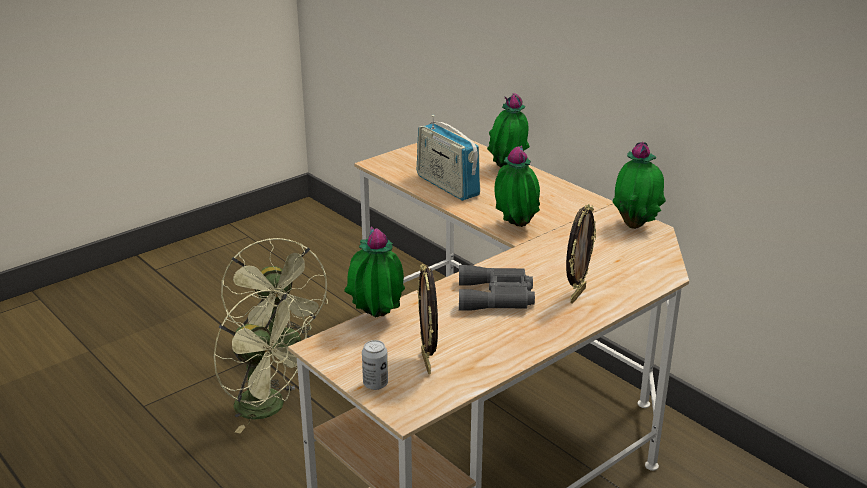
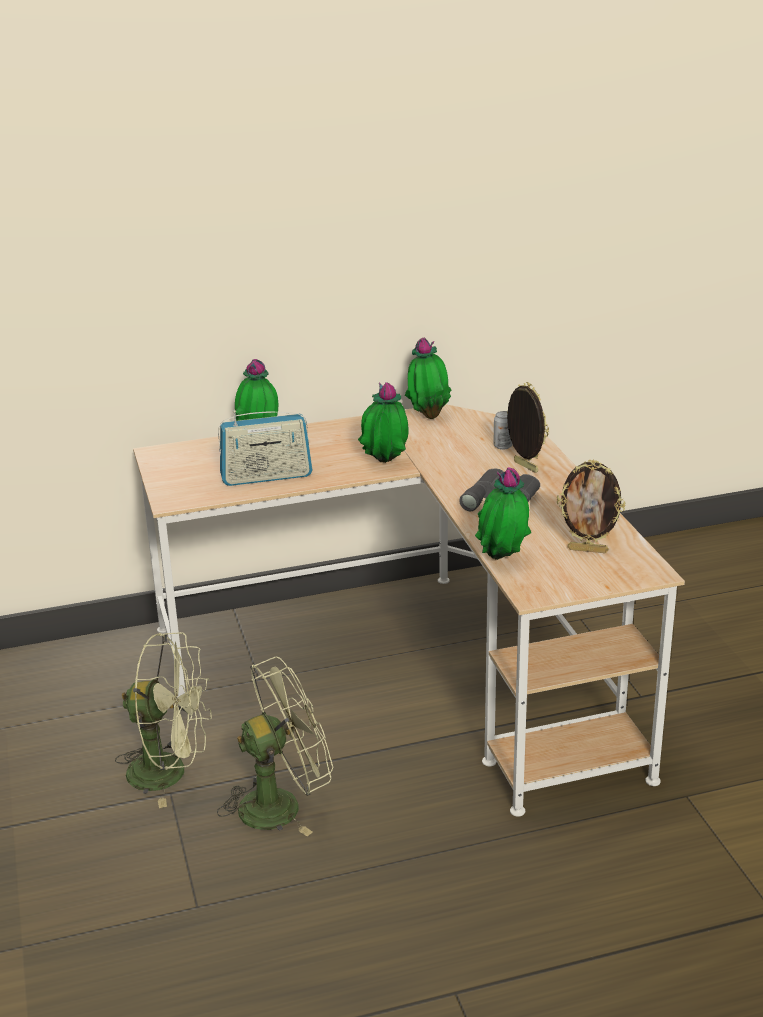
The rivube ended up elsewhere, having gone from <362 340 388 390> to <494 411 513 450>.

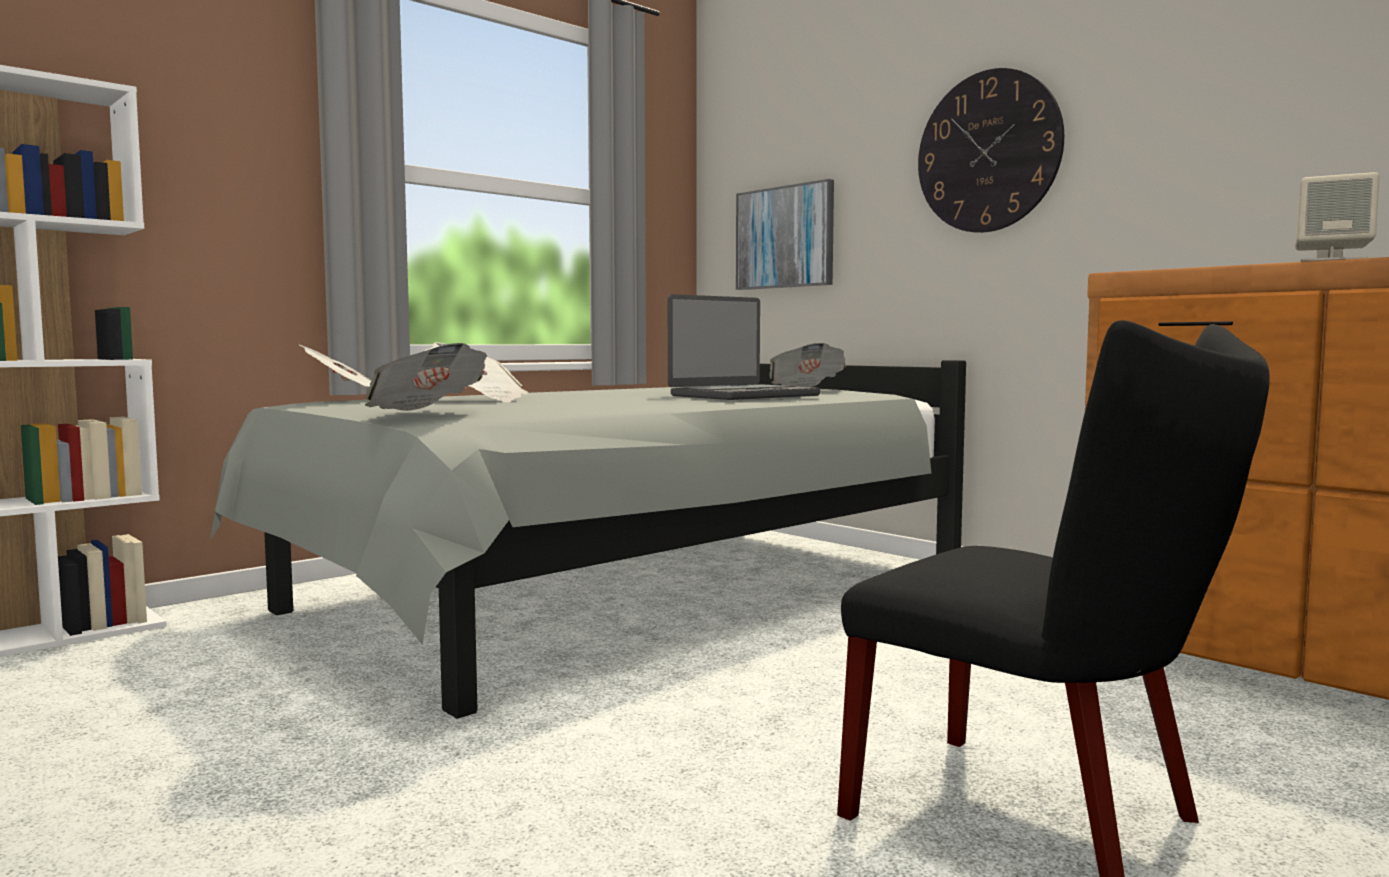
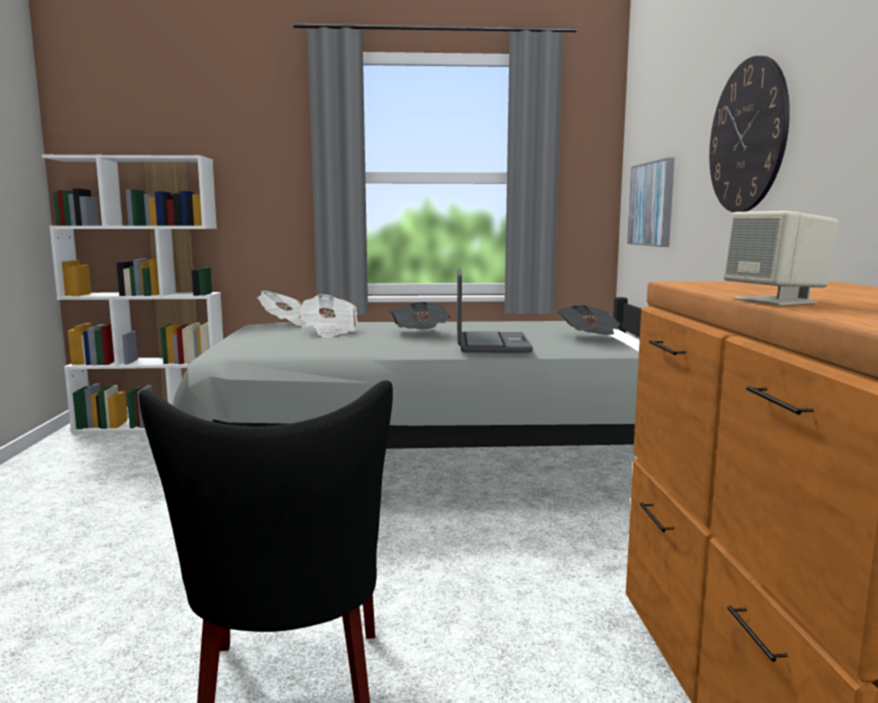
The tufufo ended up elsewhere, having gone from <365 343 487 411> to <389 302 450 329>. The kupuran at <668 294 820 400> ended up facing another way, 90 degrees counterclockwise from before.

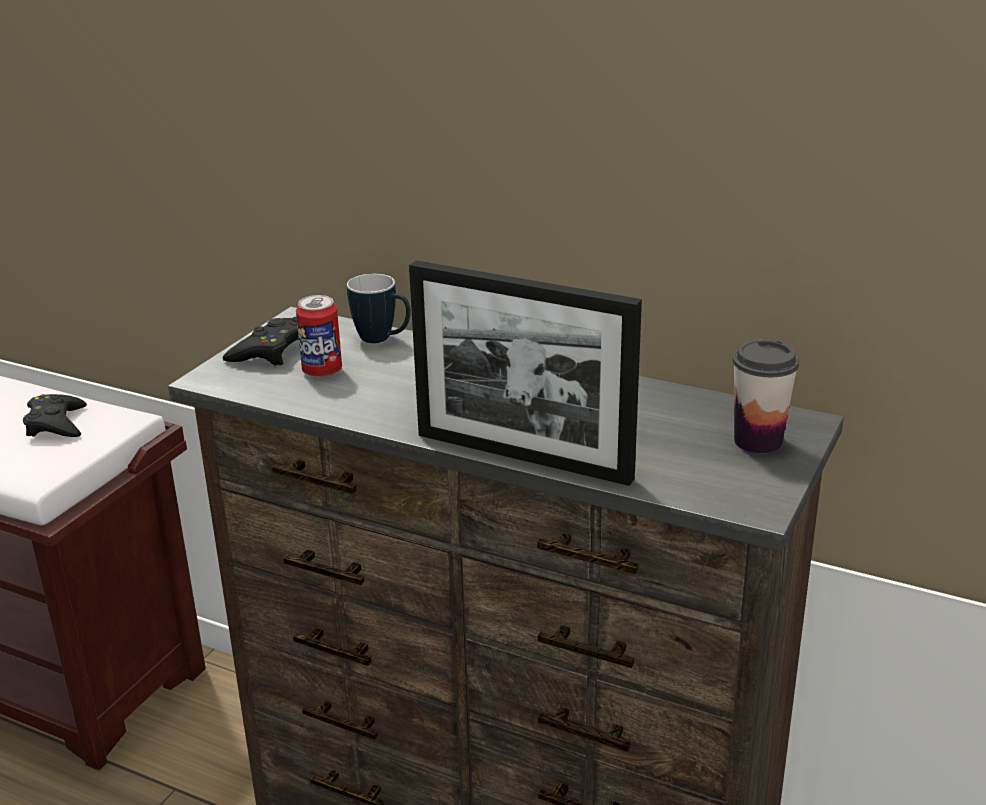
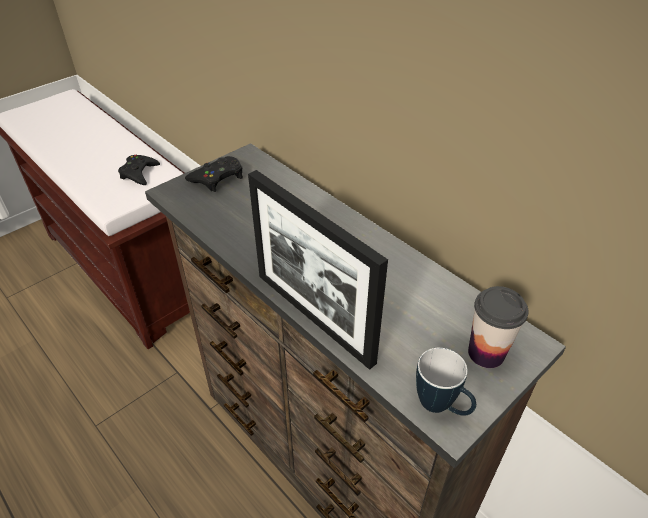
The second view lost the rivube at <296 295 342 378>. The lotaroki ended up elsewhere, having gone from <347 274 411 343> to <416 348 476 416>.

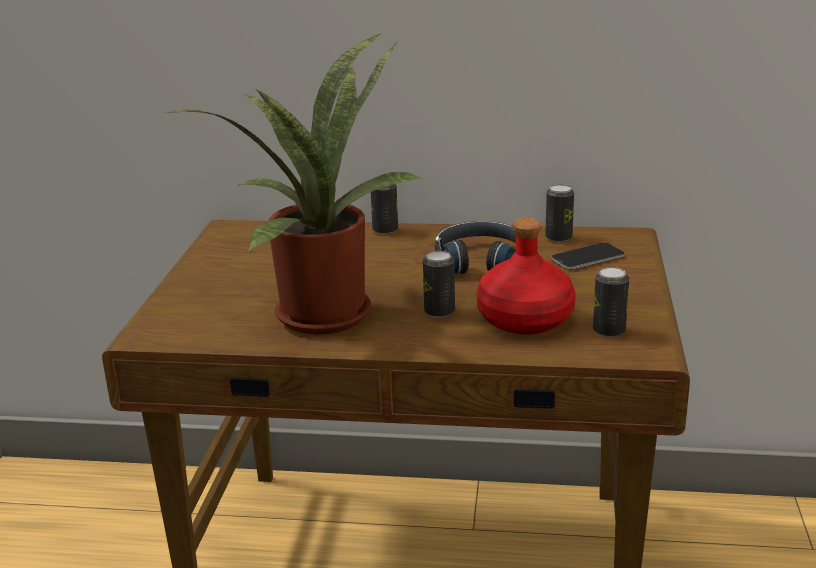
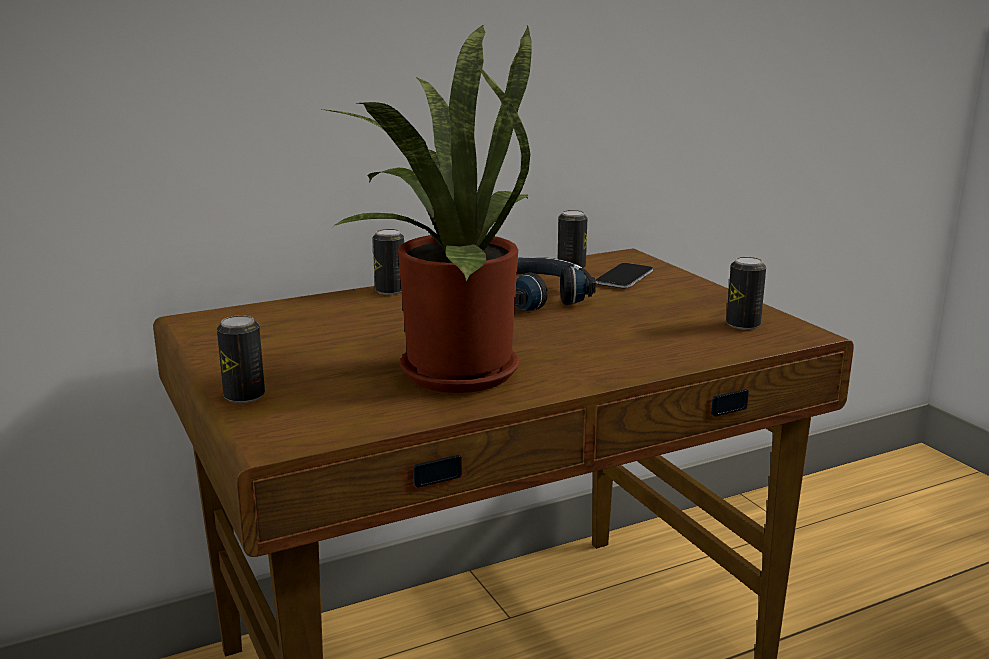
The second view lost the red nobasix at <476 218 576 335>. The rivube ended up elsewhere, having gone from <423 251 455 318> to <217 315 265 403>.

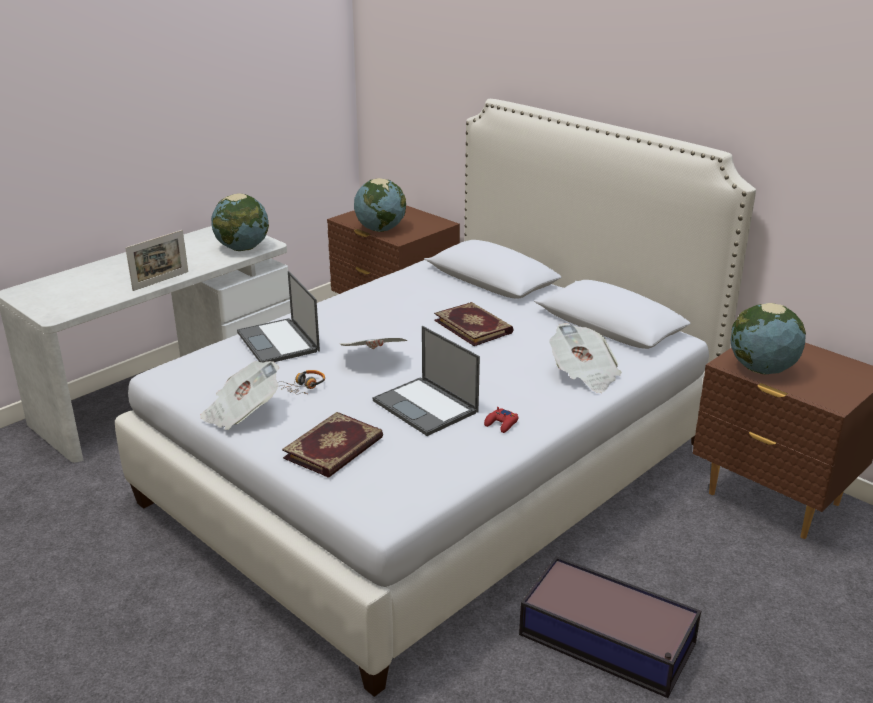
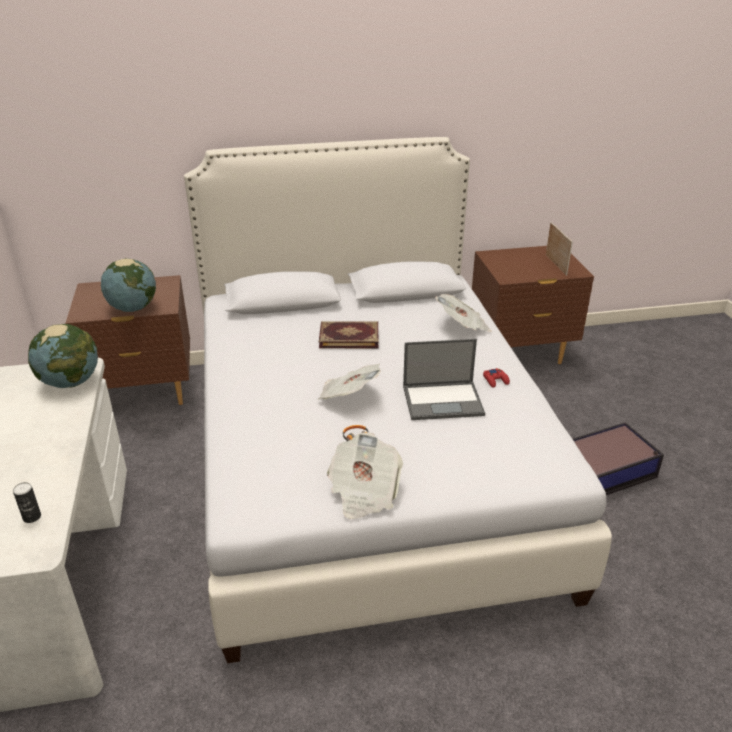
The second view lost the kupuran at <237 271 320 363>. The second view lost the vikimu at <282 412 383 478>. The second view lost the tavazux at <731 303 806 375>. The second view gained the rivube at <13 482 41 523>. The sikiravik ended up elsewhere, having gone from <125 230 188 291> to <546 222 573 276>.

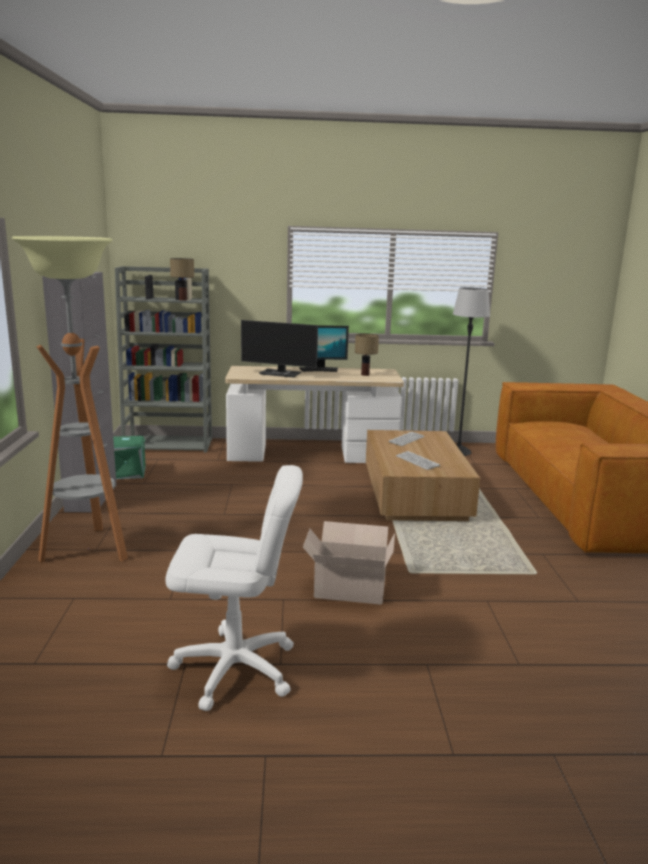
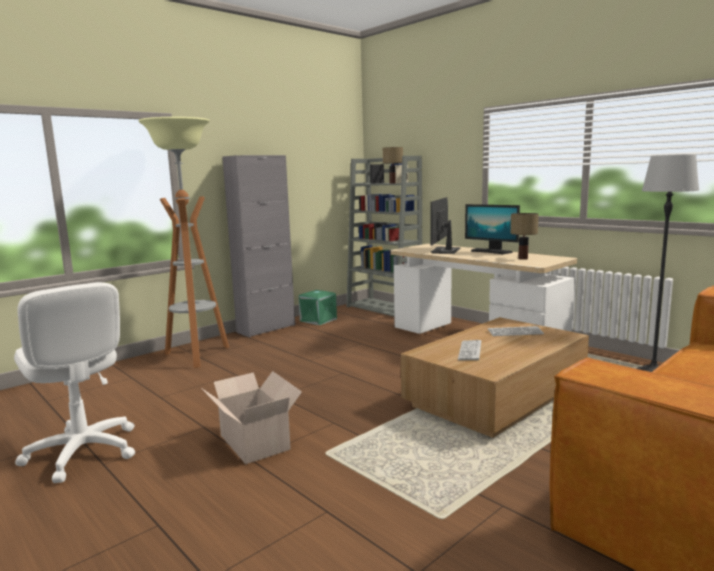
The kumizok at <241 320 318 378> ended up facing another way, 45 degrees clockwise from before.

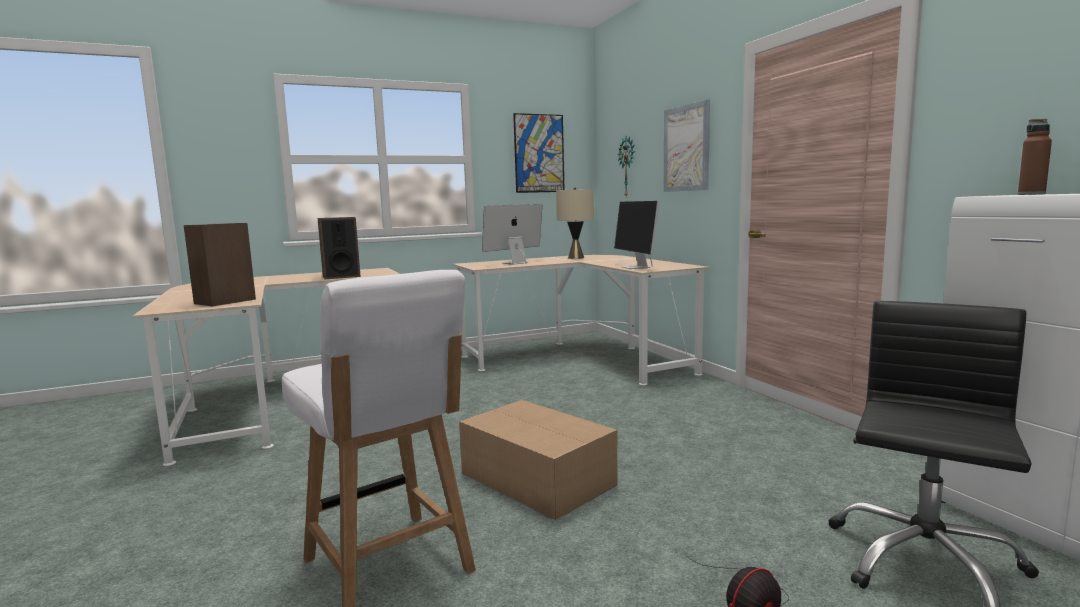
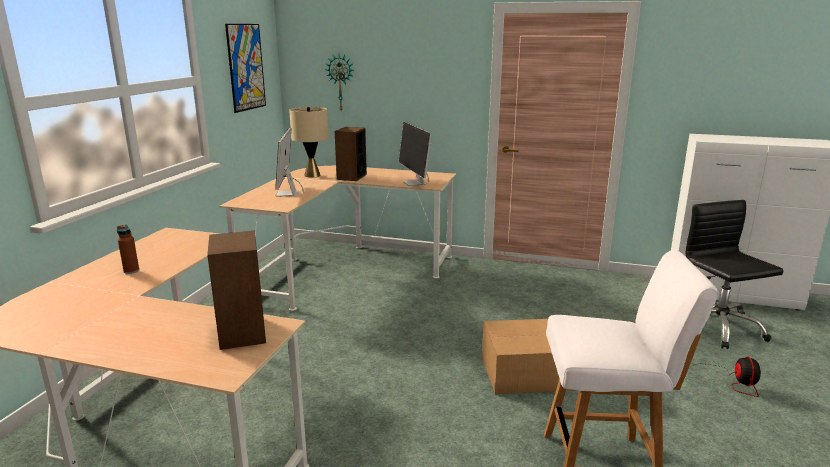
The second view lost the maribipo at <664 99 710 192>. The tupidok ended up elsewhere, having gone from <318 217 361 279> to <335 127 367 181>. The brown nobasix ended up elsewhere, having gone from <1018 119 1052 195> to <117 225 139 274>. The kumizok at <614 201 660 269> ended up facing another way, 45 degrees clockwise from before.

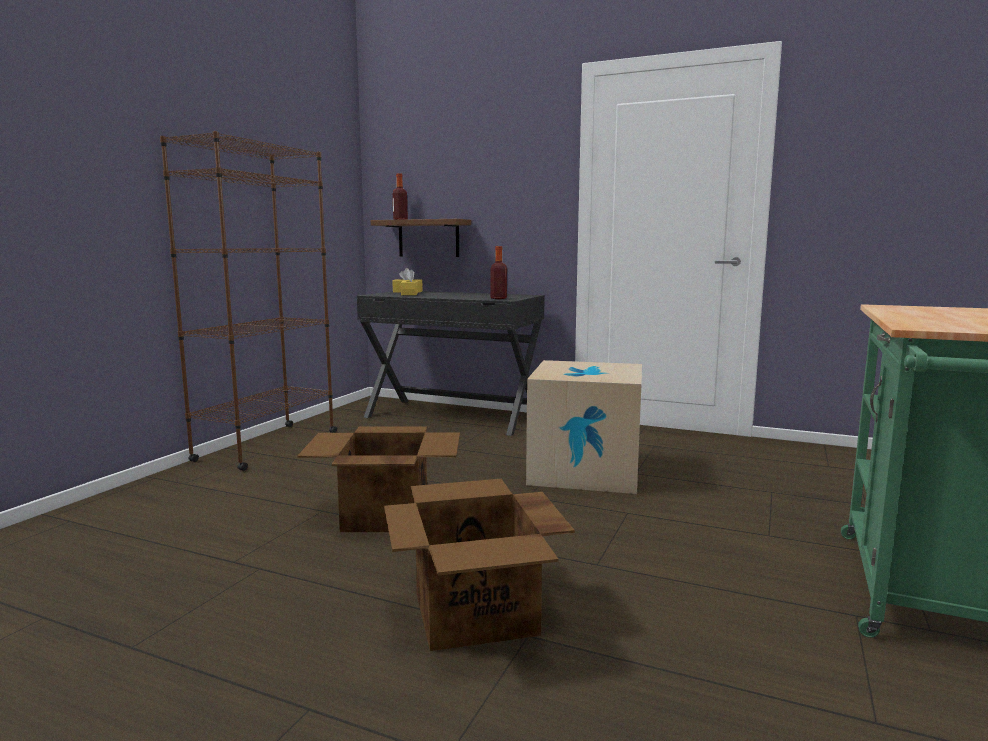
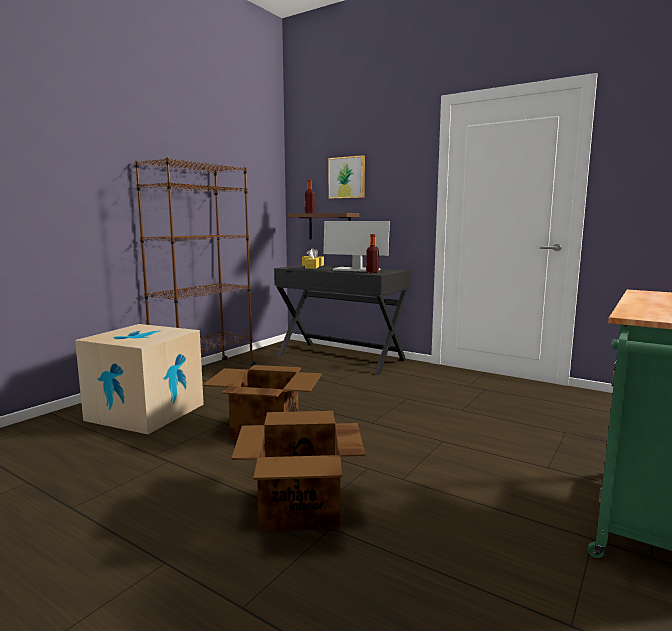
The second view gained the kumizok at <323 221 390 272>. The second view gained the maribipo at <329 155 365 199>. The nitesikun ended up elsewhere, having gone from <526 360 642 494> to <75 324 204 434>.

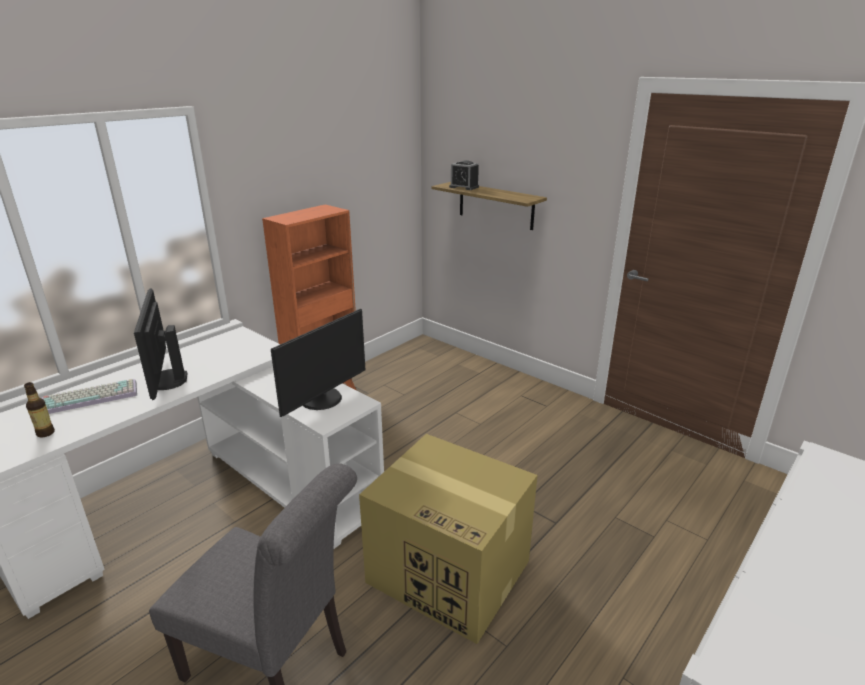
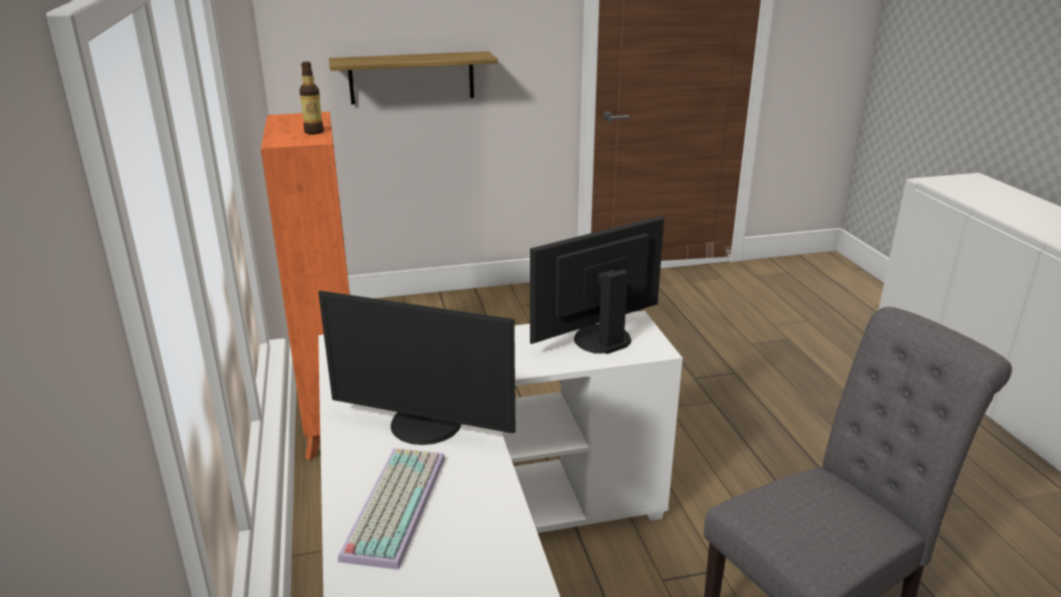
The second view lost the nitesikun at <359 434 537 644>. The second view lost the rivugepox at <449 160 479 190>. The nobasix ended up elsewhere, having gone from <24 382 55 438> to <300 62 324 134>. The kumizok at <271 309 365 417> ended up facing another way, 105 degrees counterclockwise from before.

